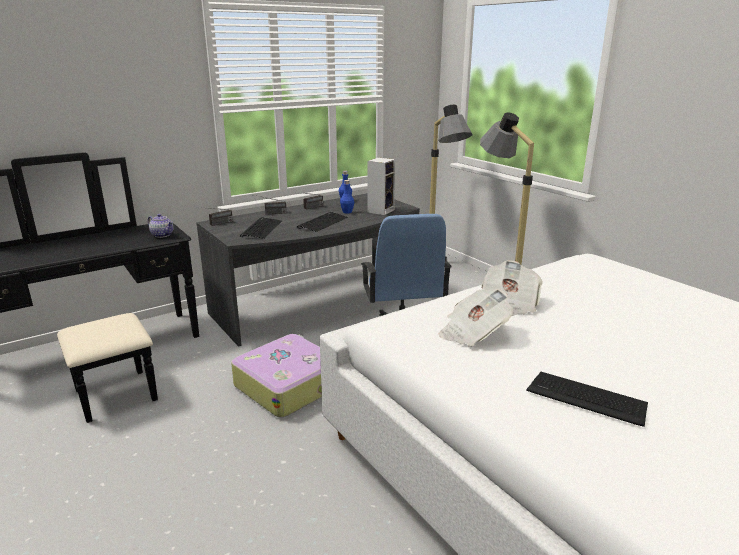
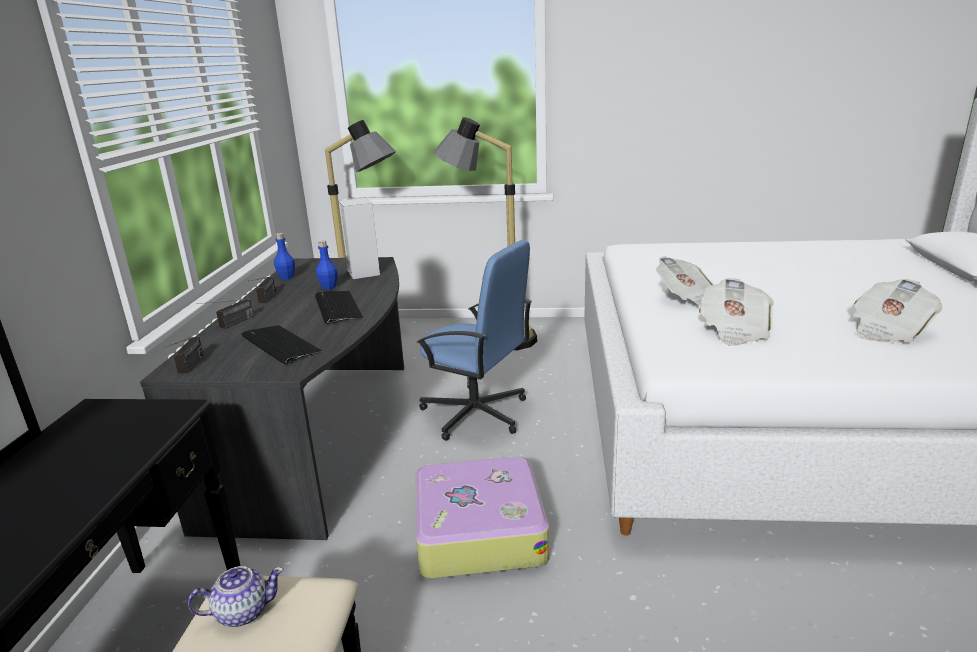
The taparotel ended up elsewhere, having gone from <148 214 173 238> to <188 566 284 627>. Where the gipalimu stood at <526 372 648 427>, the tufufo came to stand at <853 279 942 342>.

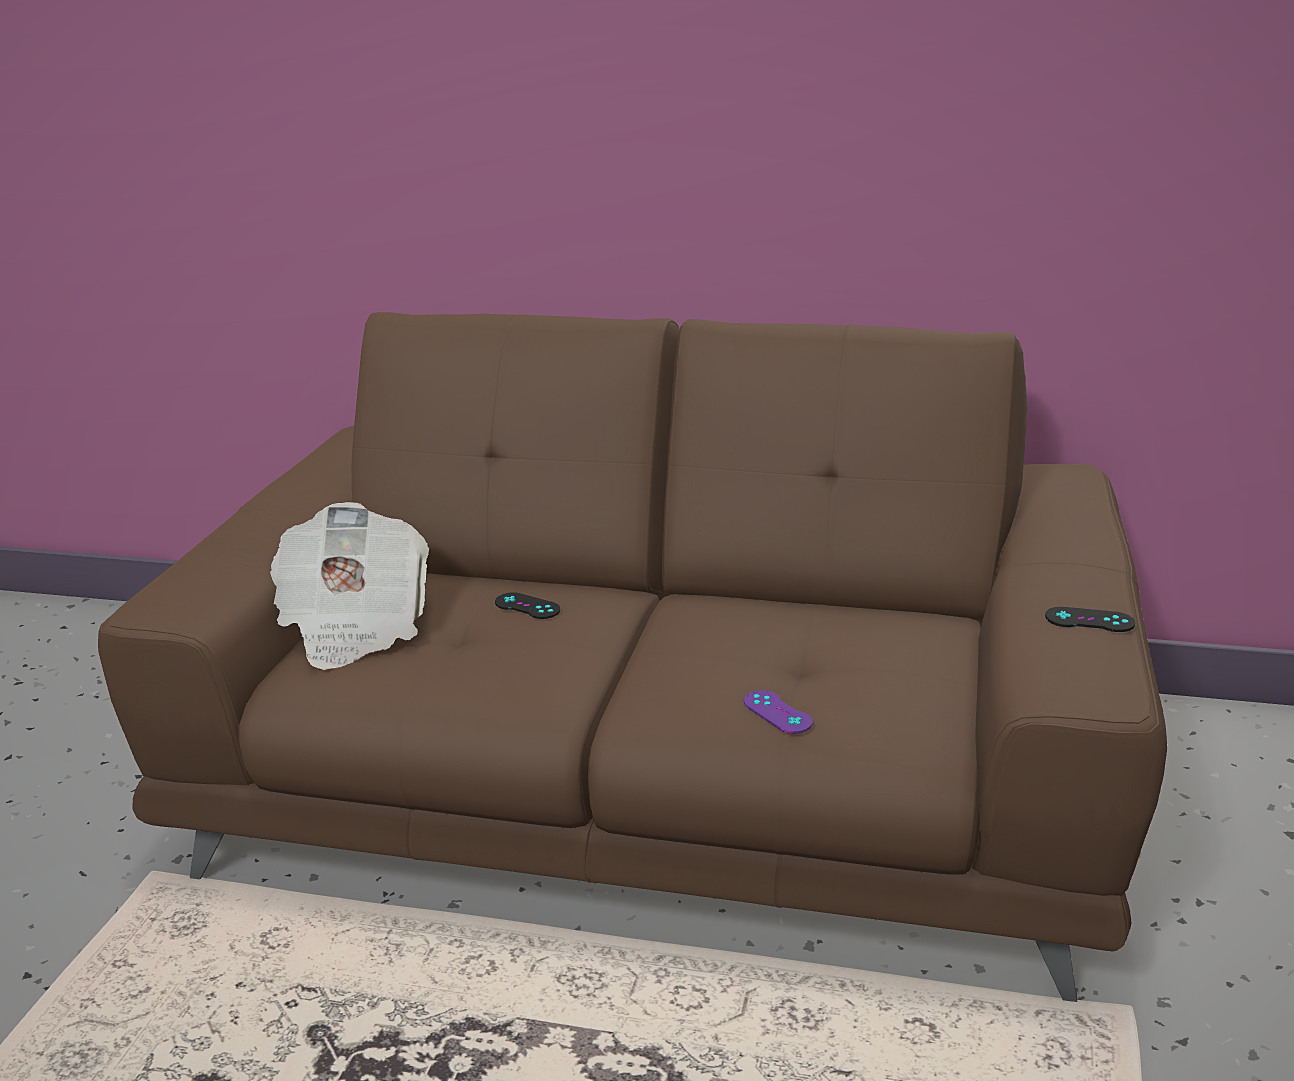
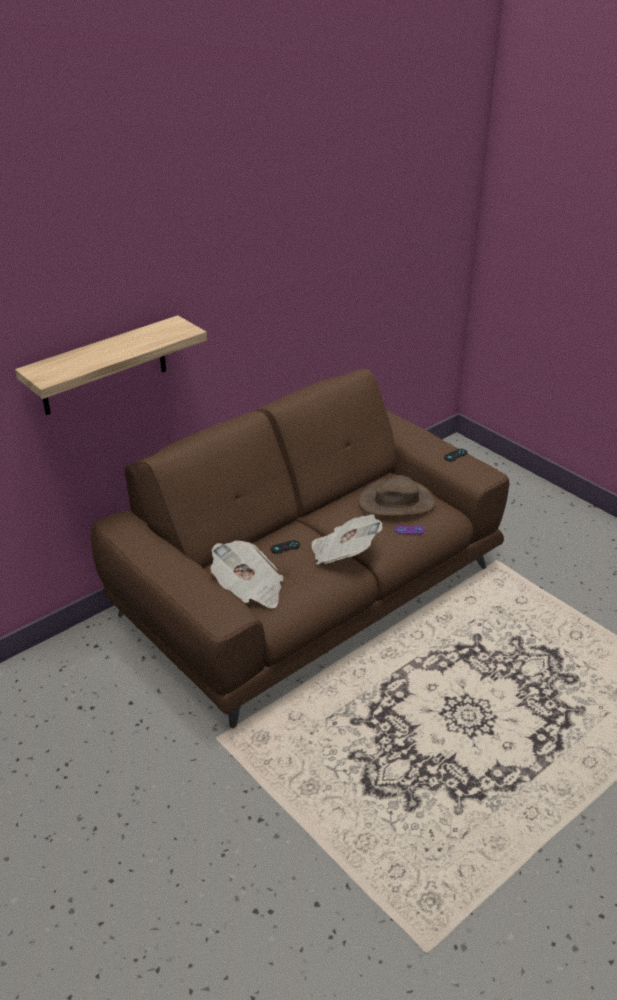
The second view gained the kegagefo at <15 315 207 415>. The second view gained the tufufo at <311 514 382 565>. The second view gained the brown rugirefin at <358 475 436 516>.

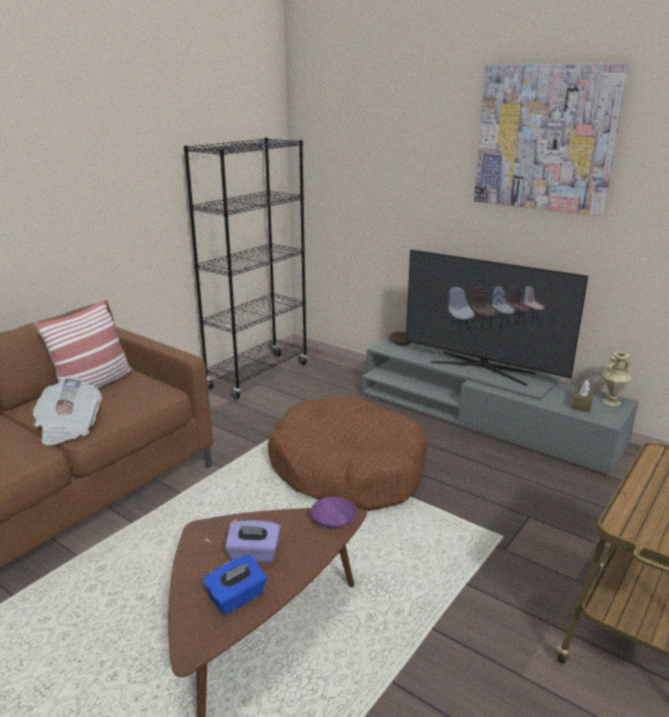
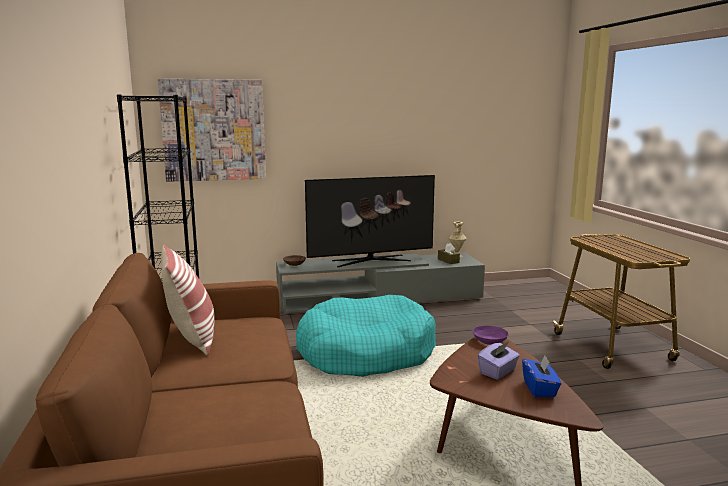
The second view lost the tufufo at <32 377 102 446>. The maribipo ended up elsewhere, having gone from <474 63 629 216> to <158 79 266 182>. What was the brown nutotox at <268 396 428 511> turned into the turquoise nutotox at <296 295 436 377>.

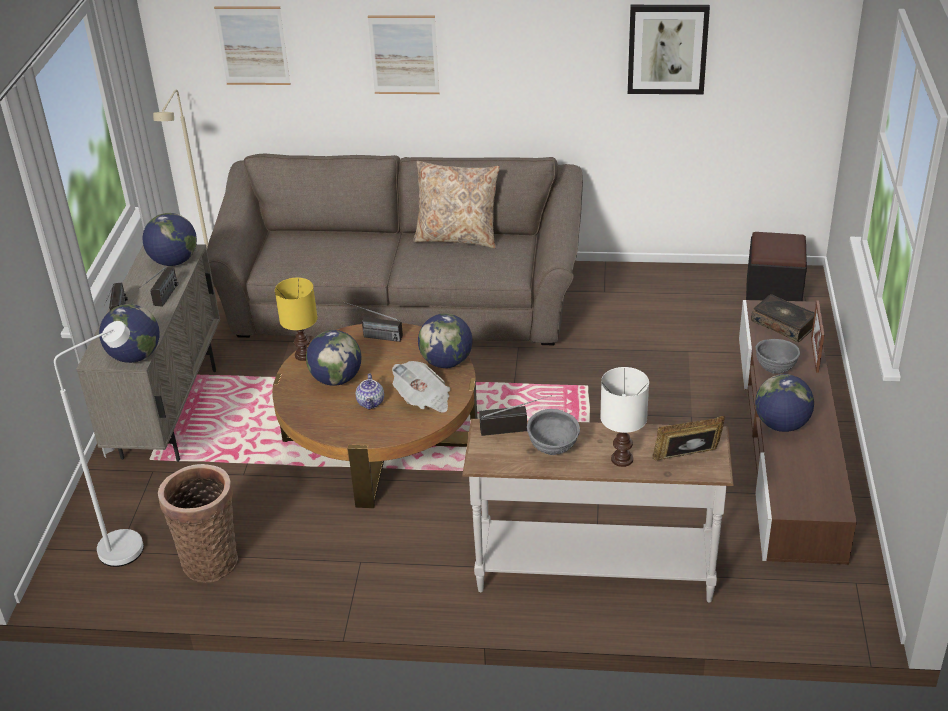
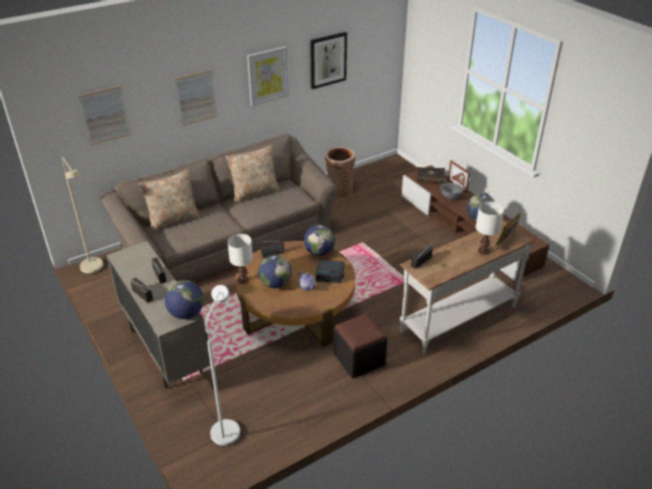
The second view lost the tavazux at <143 213 197 266>. The second view lost the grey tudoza at <527 409 580 455>. The second view gained the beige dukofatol at <139 169 200 232>. The second view gained the maribipo at <247 46 289 106>. The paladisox ended up elsewhere, having gone from <158 464 238 582> to <325 147 355 197>. The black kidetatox ended up elsewhere, having gone from <746 232 807 301> to <334 313 387 379>. Where the tufufo stood at <392 361 450 413>, the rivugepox came to stand at <316 260 344 283>. What was the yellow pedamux at <275 278 318 361> turned into the white pedamux at <228 234 253 284>.

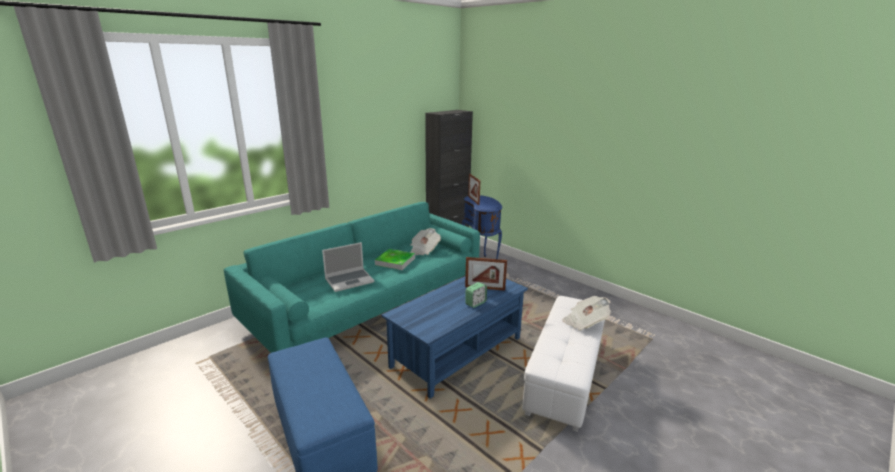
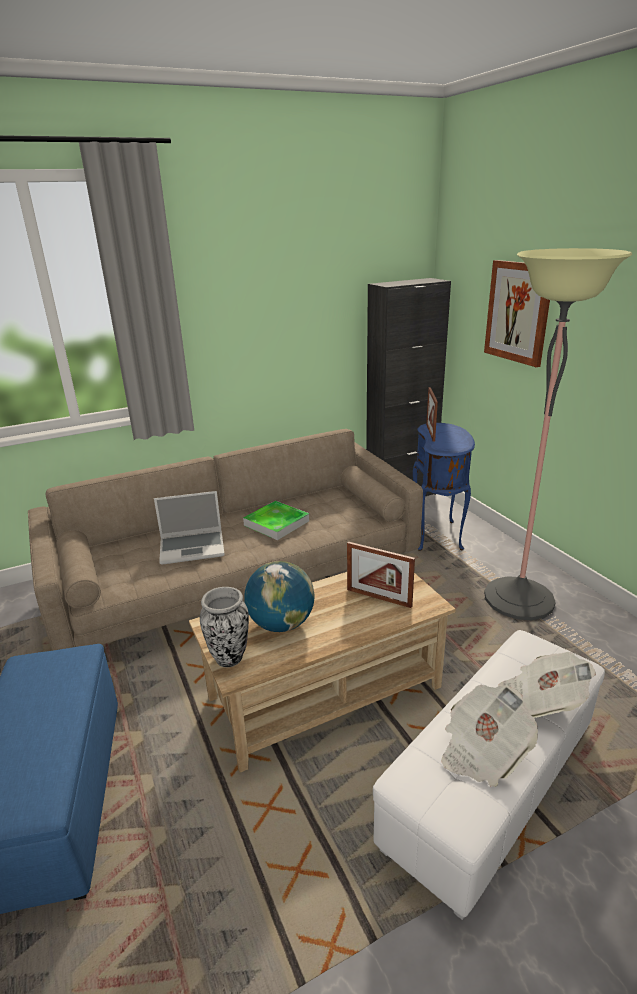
The second view lost the rivugepox at <466 282 487 308>. The second view gained the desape at <200 587 249 667>. The second view gained the tavazux at <244 561 315 632>. The second view gained the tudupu at <484 248 632 620>. The second view gained the maribipo at <484 260 550 367>. The tufufo ended up elsewhere, having gone from <410 228 441 255> to <441 685 538 787>. What was the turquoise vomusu at <224 202 480 353> turned into the beige vomusu at <28 429 423 651>. What was the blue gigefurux at <382 276 528 399> turned into the beige gigefurux at <189 572 456 772>.

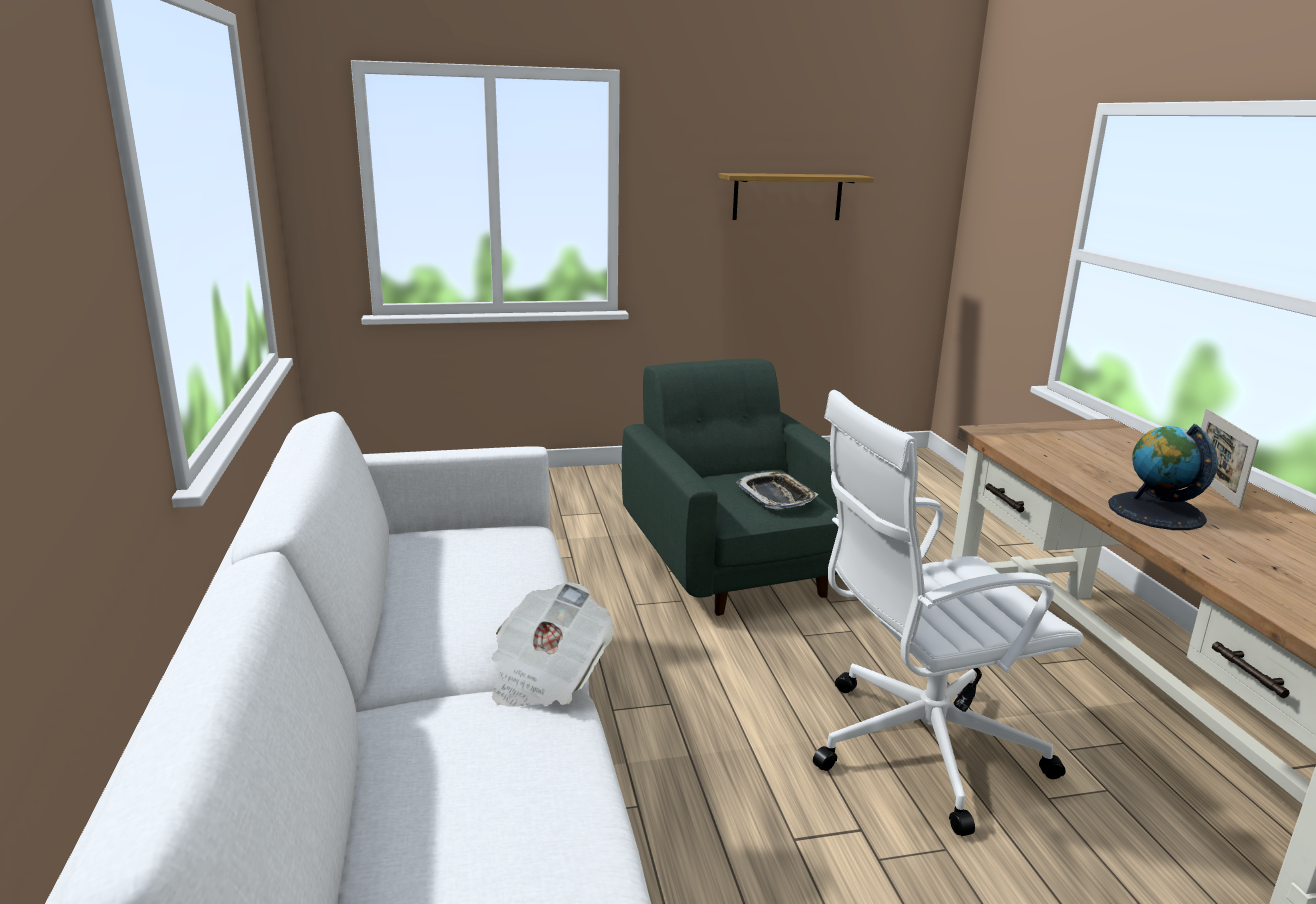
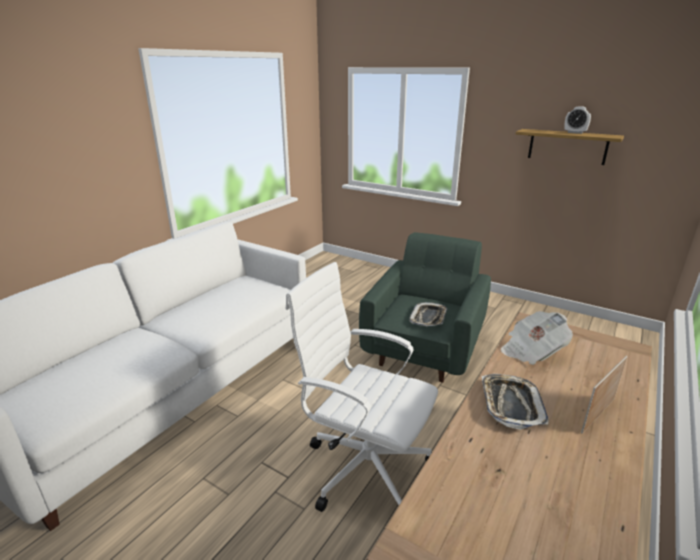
The second view gained the rivugepox at <564 106 591 134>. The tufufo ended up elsewhere, having gone from <491 582 614 707> to <501 311 573 365>. Where the tavazux stood at <1108 424 1218 530>, the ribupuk came to stand at <482 374 548 430>.

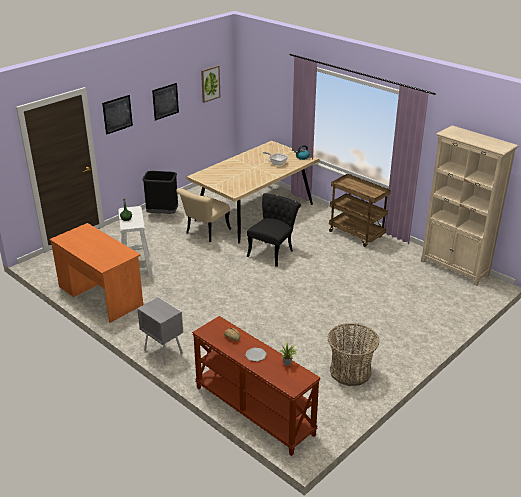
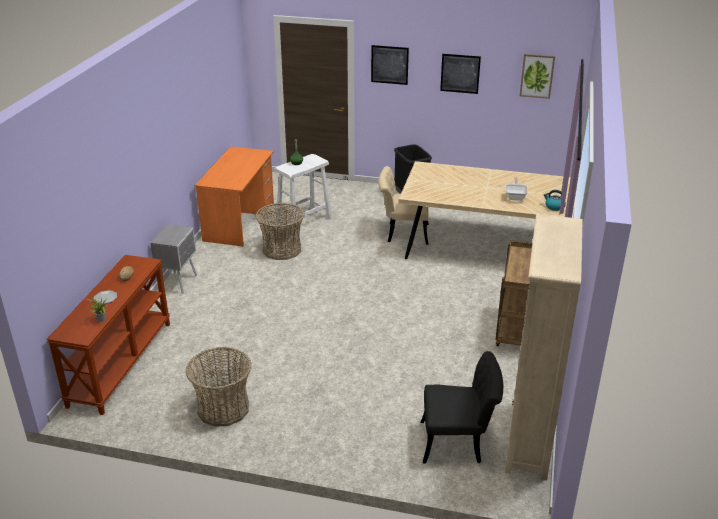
The second view gained the paladisox at <255 203 305 260>. The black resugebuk ended up elsewhere, having gone from <246 193 301 267> to <421 351 503 464>.

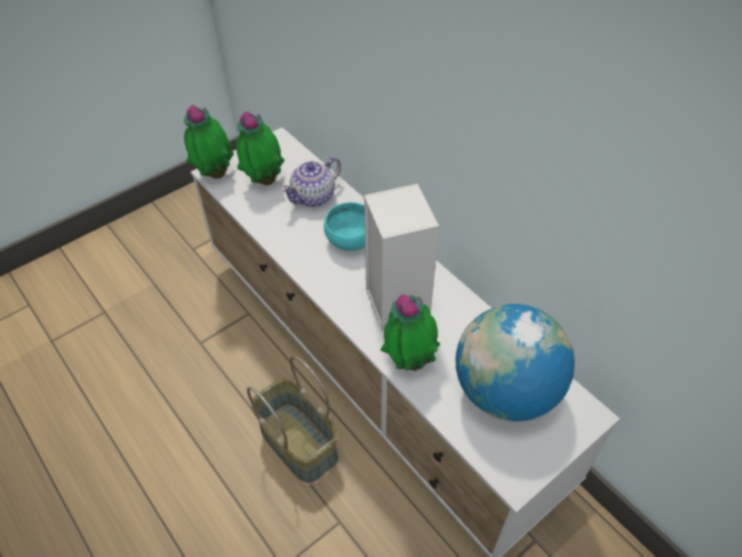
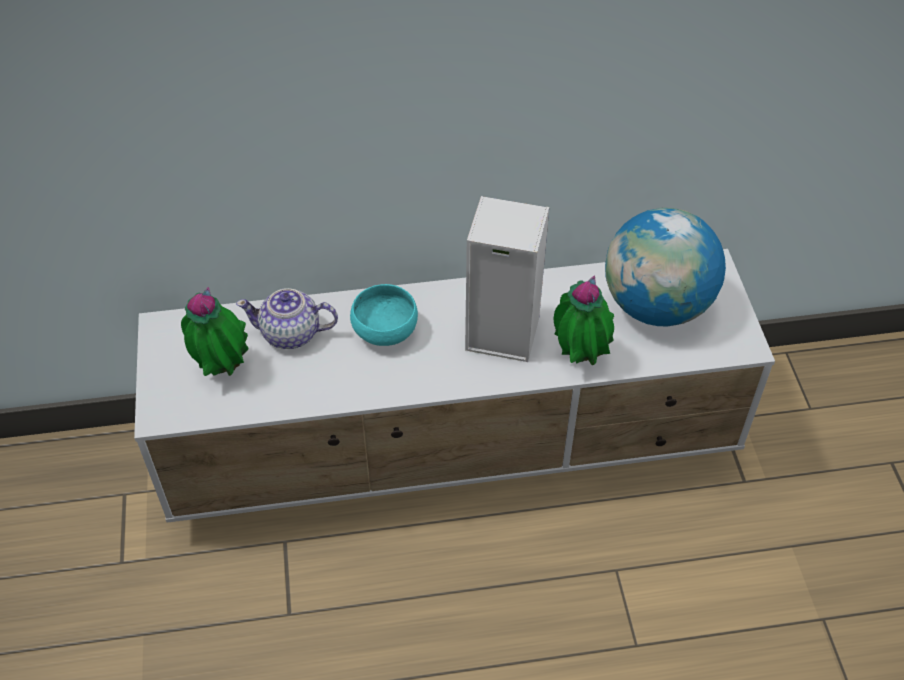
The second view lost the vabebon at <184 105 234 179>. The second view lost the paladisox at <247 356 338 483>. The taparotel at <281 157 341 207> ended up facing another way, 105 degrees clockwise from before.

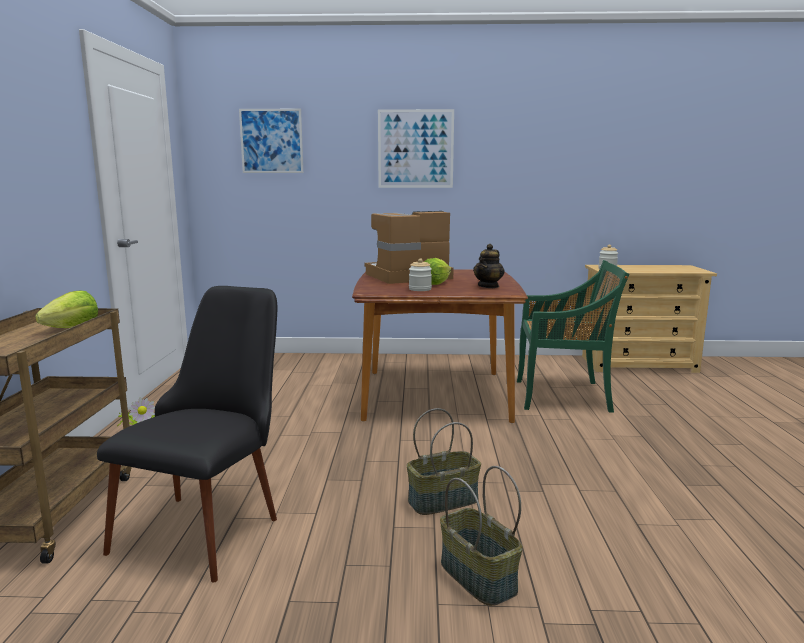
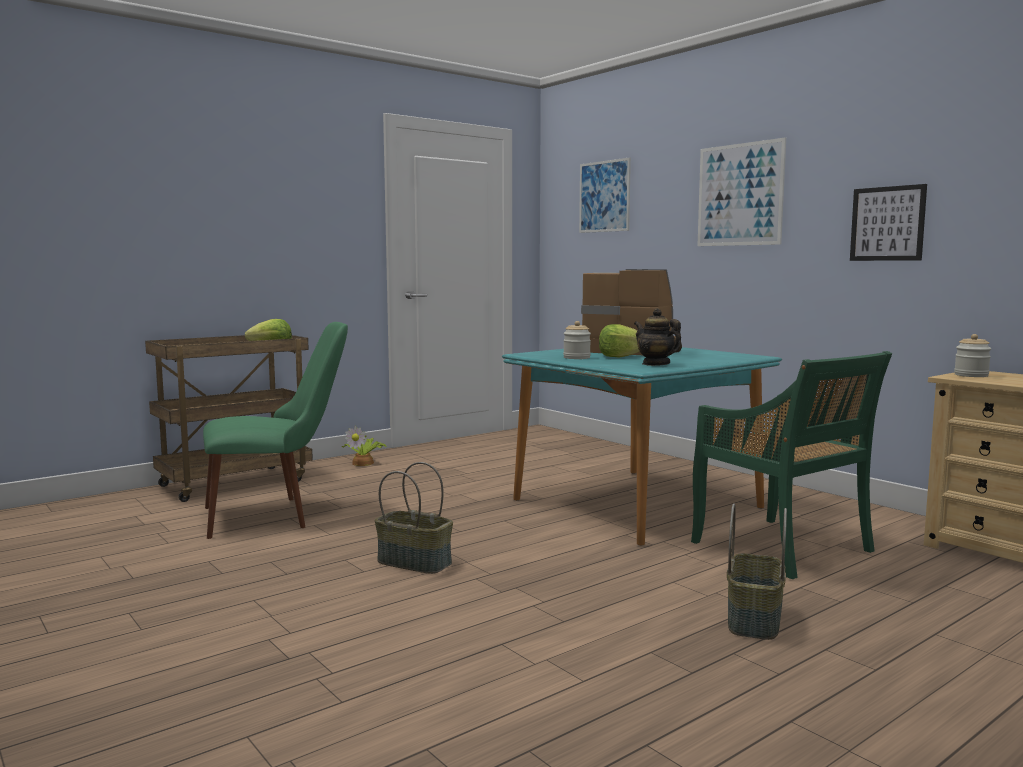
The second view gained the maribipo at <850 184 927 261>. The paladisox ended up elsewhere, having gone from <440 466 523 606> to <727 503 787 640>. What was the black resugebuk at <97 286 277 583> turned into the green resugebuk at <203 322 348 539>. What was the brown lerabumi at <352 269 528 423> turned into the turquoise lerabumi at <502 347 782 546>. The taparotel at <473 244 505 288> ended up facing another way, 60 degrees clockwise from before.

